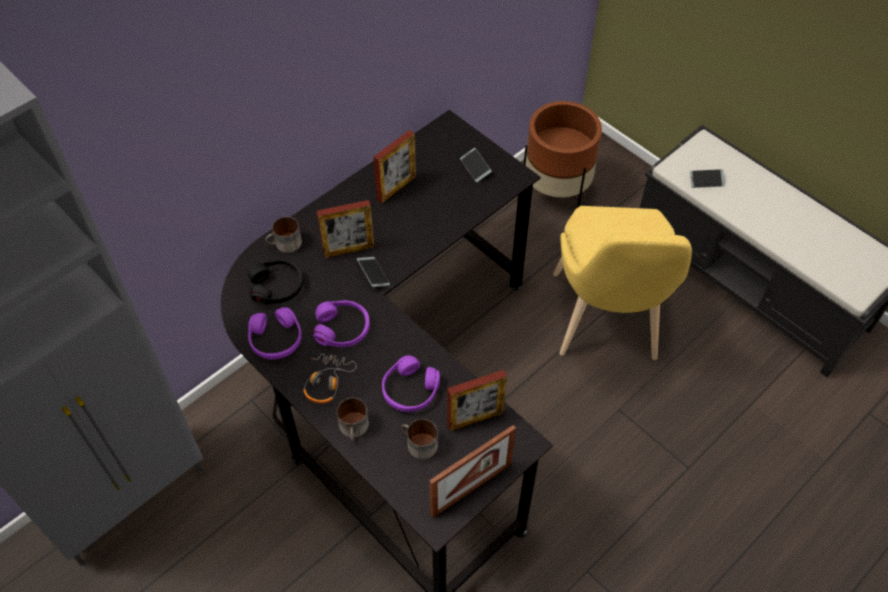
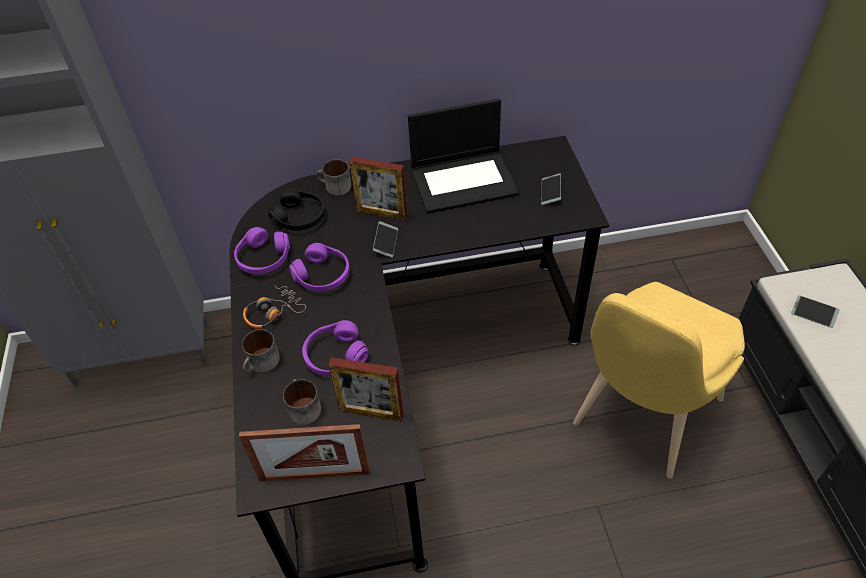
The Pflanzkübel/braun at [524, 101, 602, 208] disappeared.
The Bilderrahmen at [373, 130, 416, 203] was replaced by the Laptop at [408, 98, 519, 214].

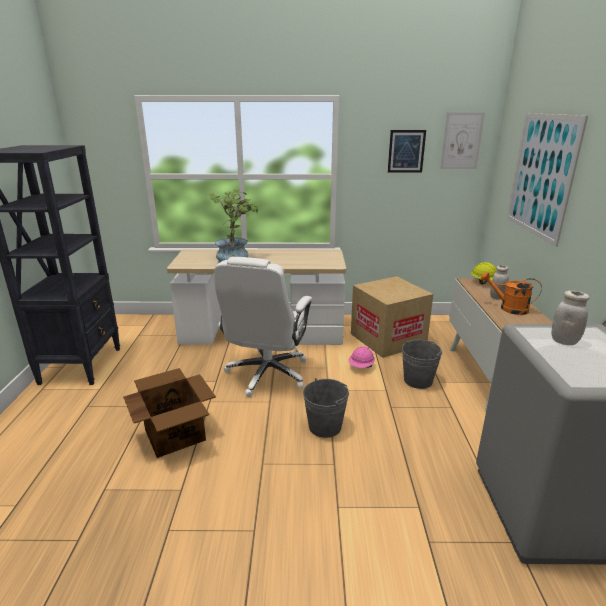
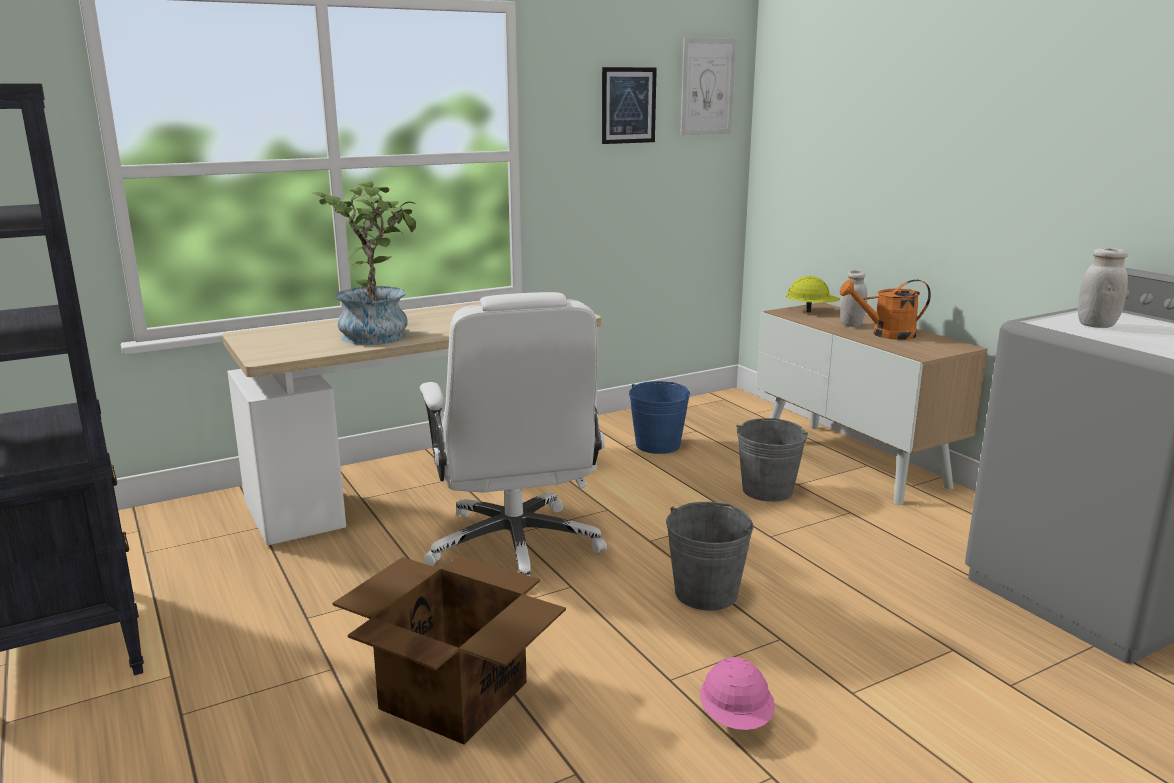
The Bild at [507, 113, 588, 247] disappeared.
The Karton at [351, 276, 433, 358] was replaced by the Eimer/blau at [629, 381, 690, 454].
The Schutzhelm/rosa moved from [349, 346, 375, 368] to [700, 657, 775, 730].

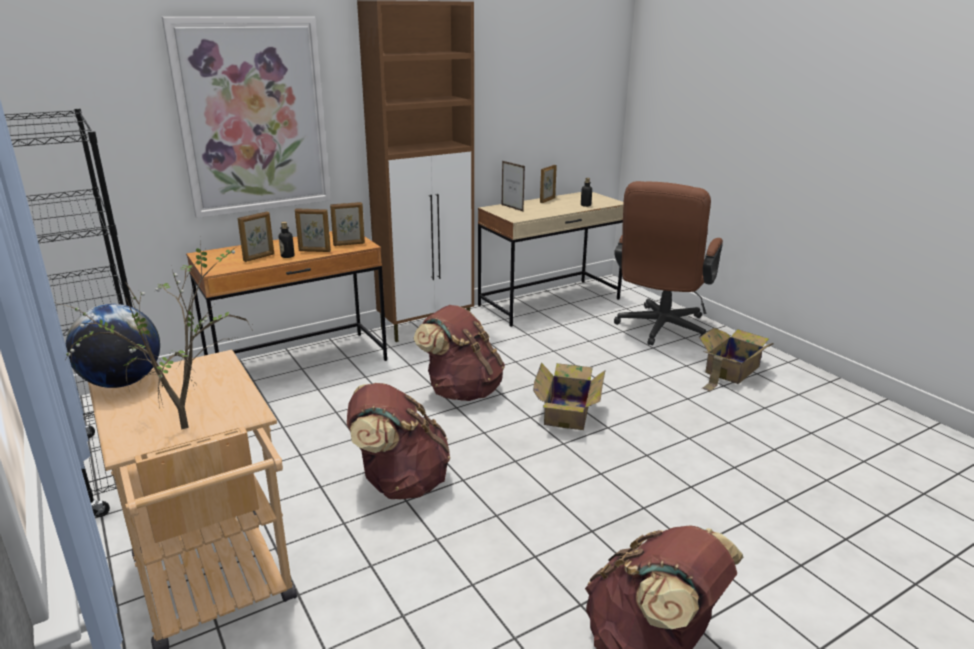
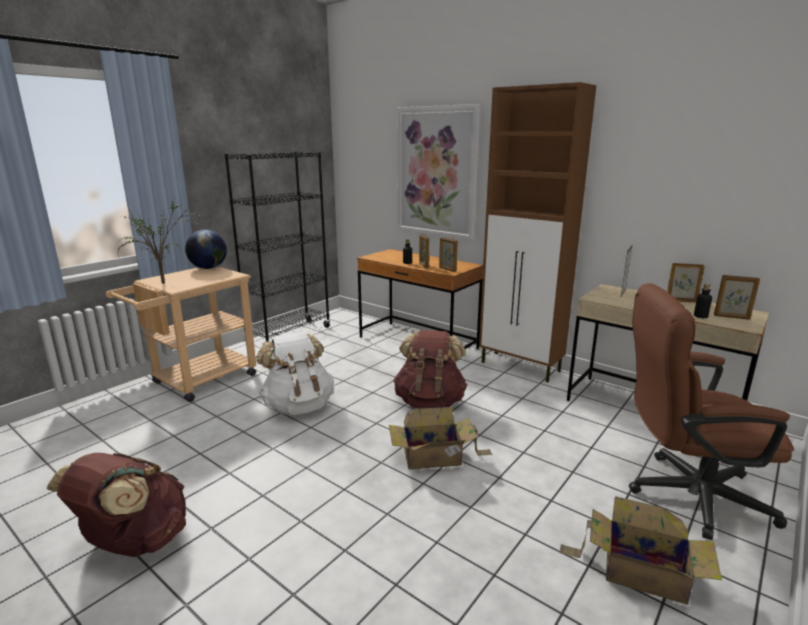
The Bilderrahmen moved from [238, 211, 274, 262] to [714, 275, 760, 320].
The Rucksack/braun at [347, 383, 450, 499] became the Rucksack/weiß at [256, 332, 335, 415].

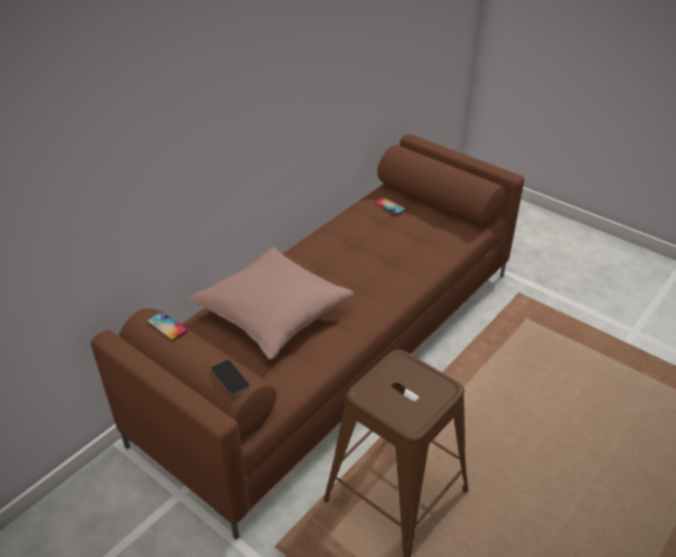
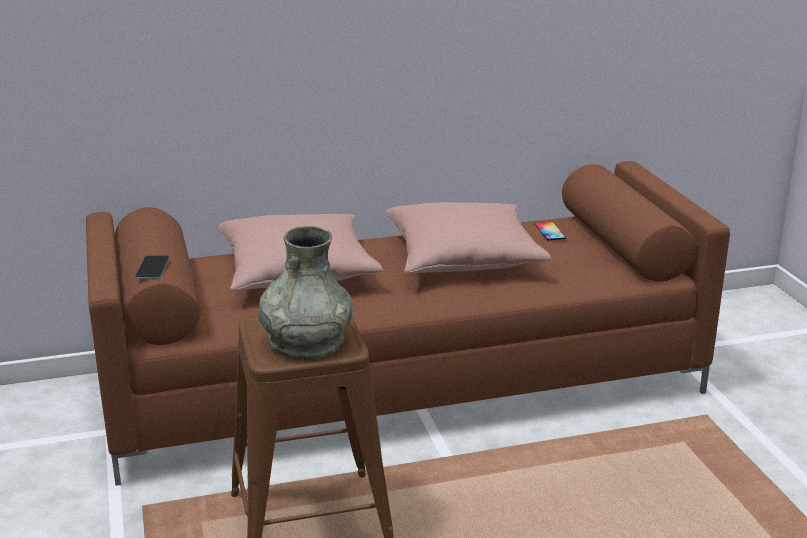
The Handy at [147, 312, 187, 341] disappeared.
The Kissen/rosa at [386, 202, 551, 274] appeared.
The Vase/grau at [258, 226, 353, 360] appeared.

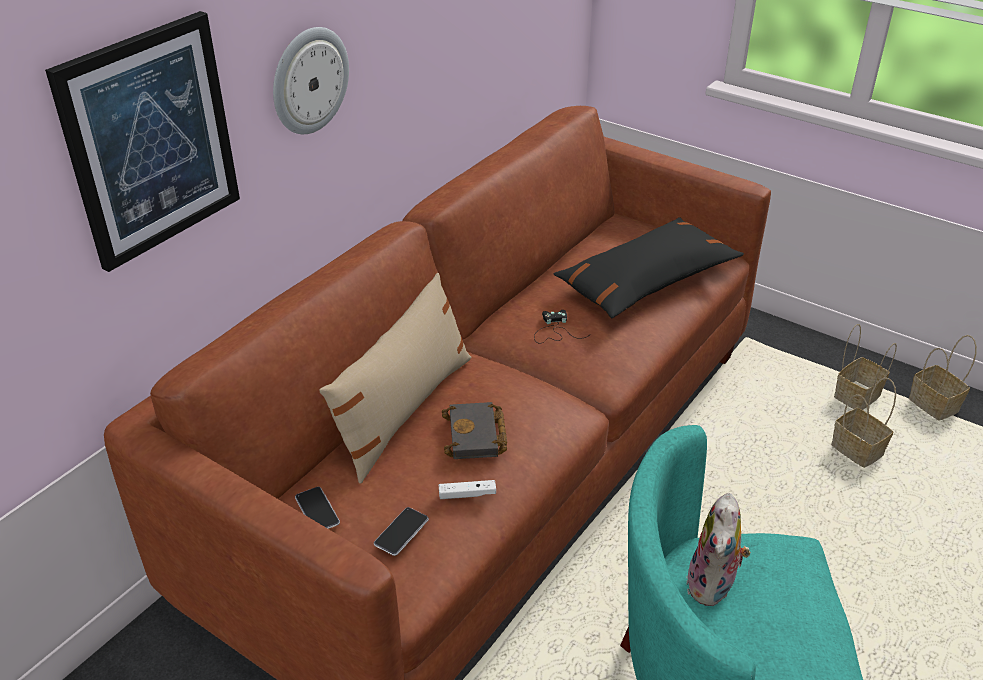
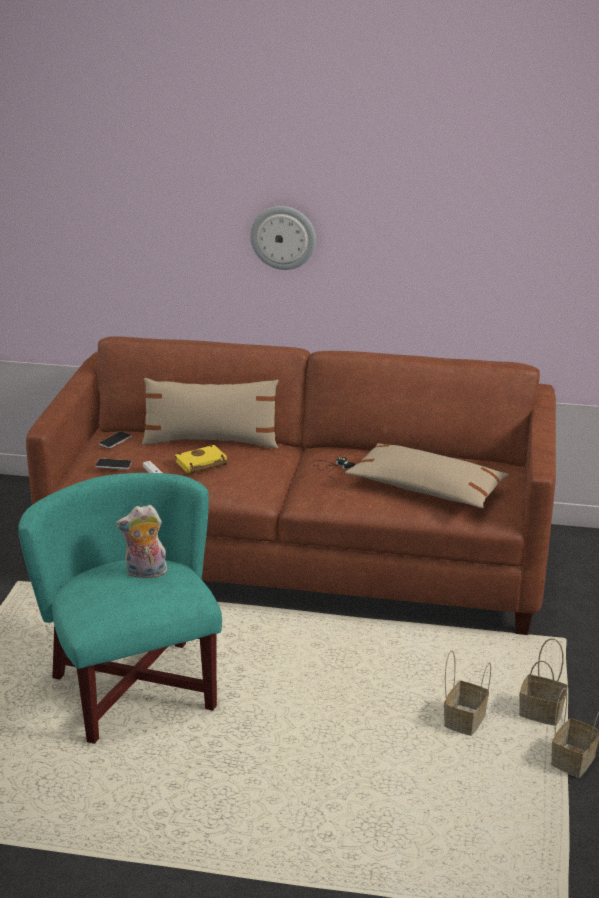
The Bild at [45, 11, 240, 272] disappeared.
The Kissen/schwarz at [554, 217, 744, 318] became the Kissen/beige at [345, 443, 509, 508].
The Buch/schwarz at [442, 402, 507, 459] became the Buch/gelb at [175, 444, 228, 474].

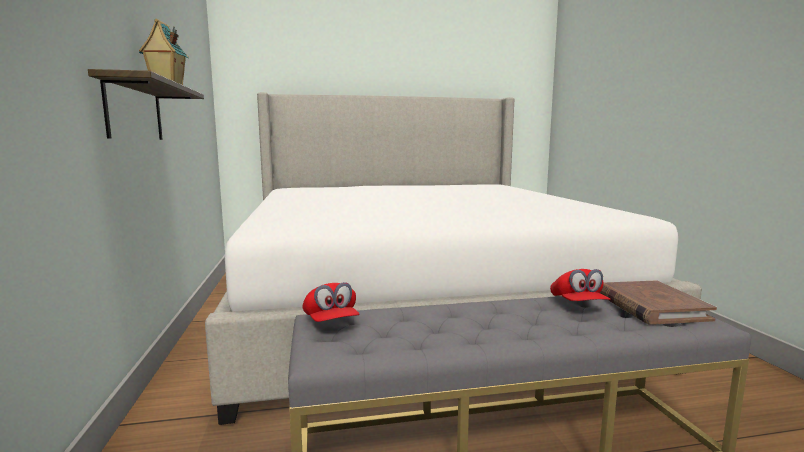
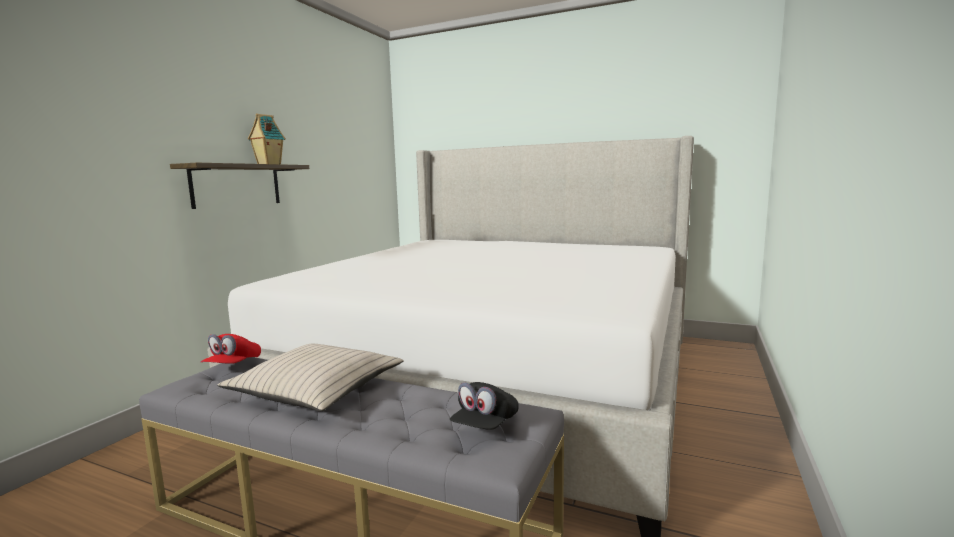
The Kappe/rot at [550, 269, 611, 301] disappeared.
The Buch/braun at [600, 280, 717, 325] was replaced by the Kappe/schwarz at [450, 382, 519, 430].
The Kissen/beige at [217, 344, 403, 411] appeared.

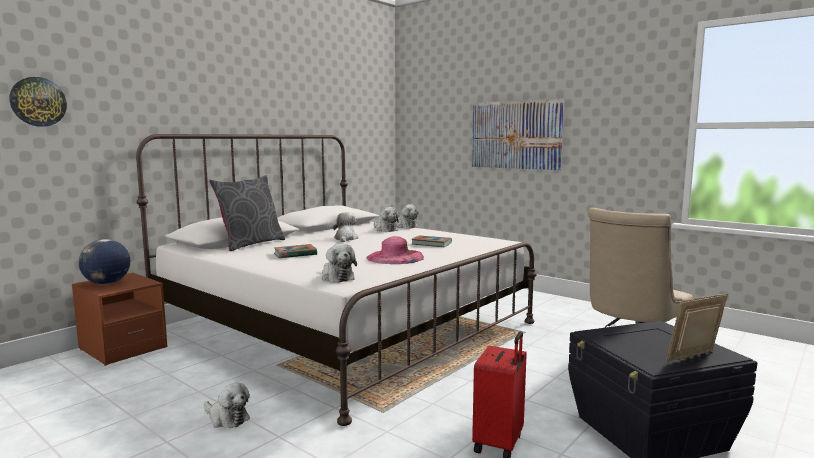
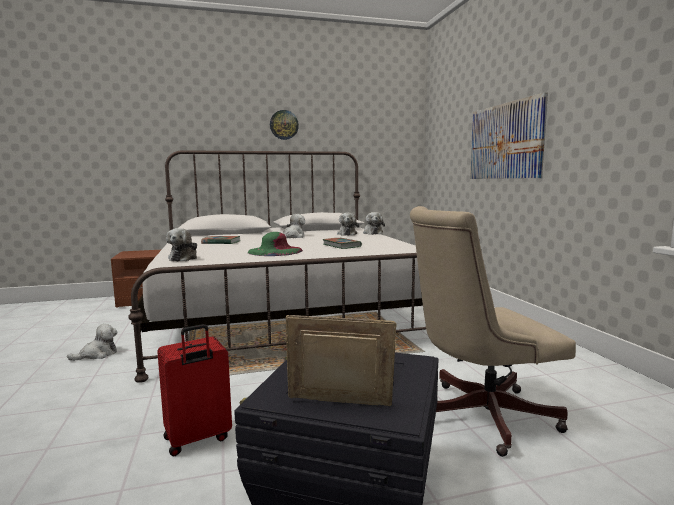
The Wanduhr moved from [9, 77, 67, 127] to [270, 110, 299, 140].
The Kissen/grau at [209, 175, 285, 251] disappeared.
The Hut/rosa at [366, 236, 424, 264] became the Hut/grün at [248, 232, 303, 256].
The Globus at [79, 239, 130, 285] disappeared.
The Plüschtier at [204, 383, 250, 428] turned 105 degrees counterclockwise.

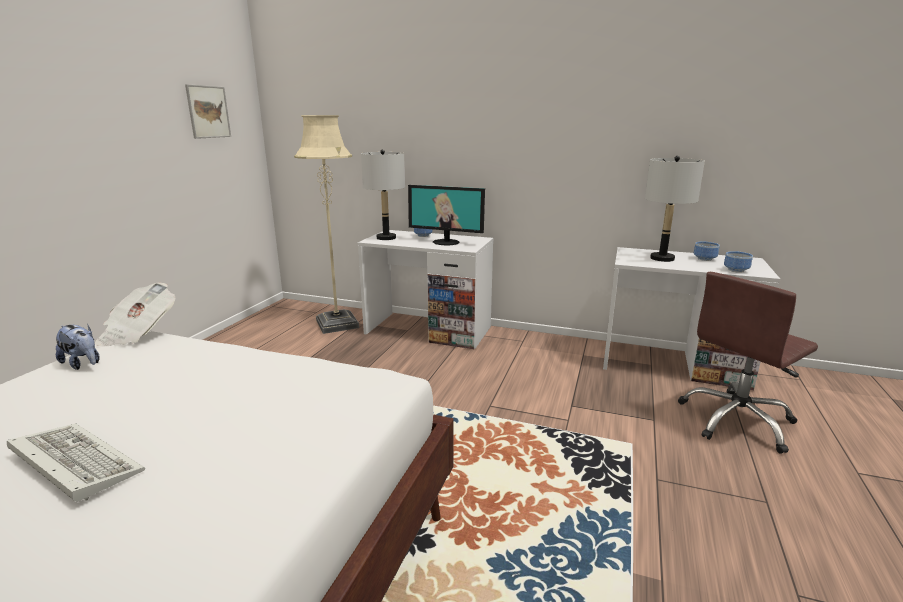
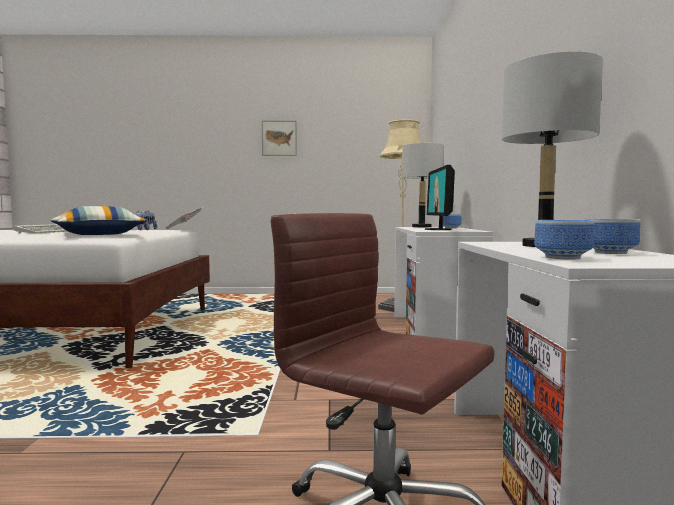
The Bild moved from [185, 84, 231, 139] to [262, 120, 297, 156].
The Kissen at [50, 206, 147, 235] appeared.

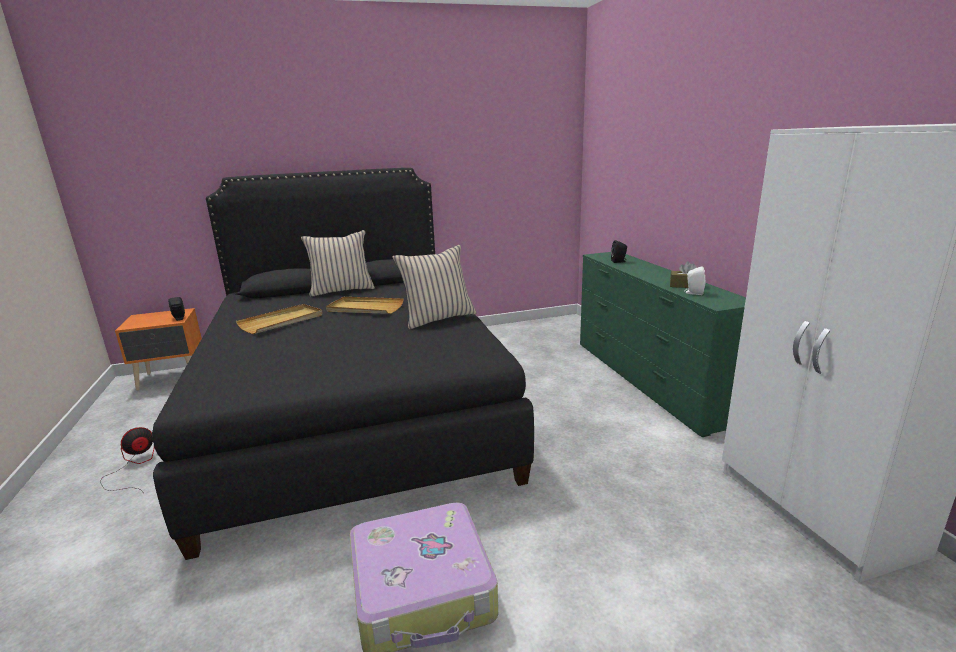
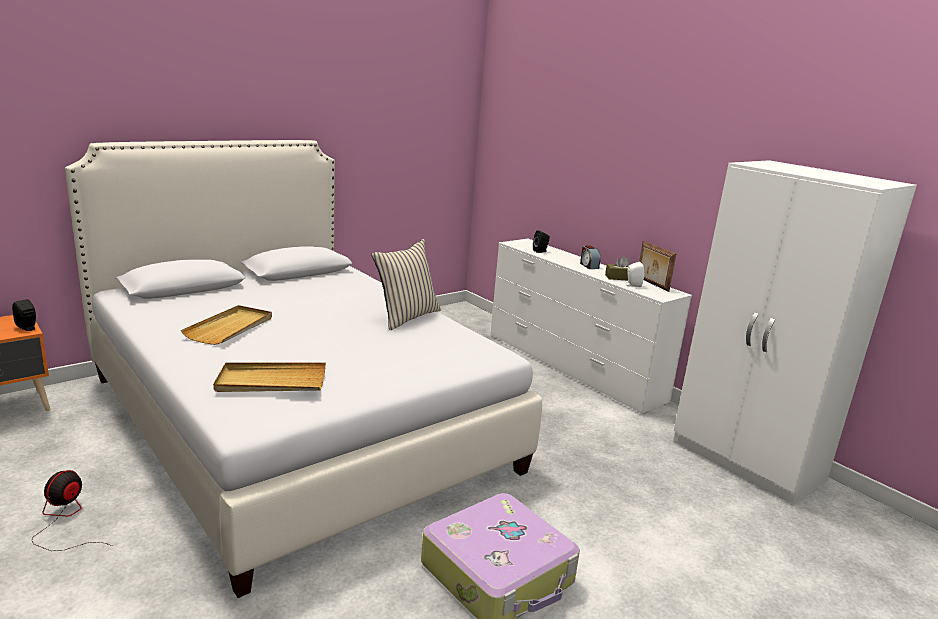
The Bett/schwarz at [152, 168, 534, 560] became the Bett/weiß at [65, 140, 542, 598].
The Kissen/beige at [301, 230, 375, 297] disappeared.
The Kommode/grün at [580, 252, 746, 437] became the Kommode/weiß at [490, 239, 692, 415].
The Tablett/beige moved from [326, 297, 404, 314] to [213, 362, 326, 392].
The Bilderrahmen at [639, 241, 676, 292] appeared.
The Wecker at [580, 245, 601, 269] appeared.

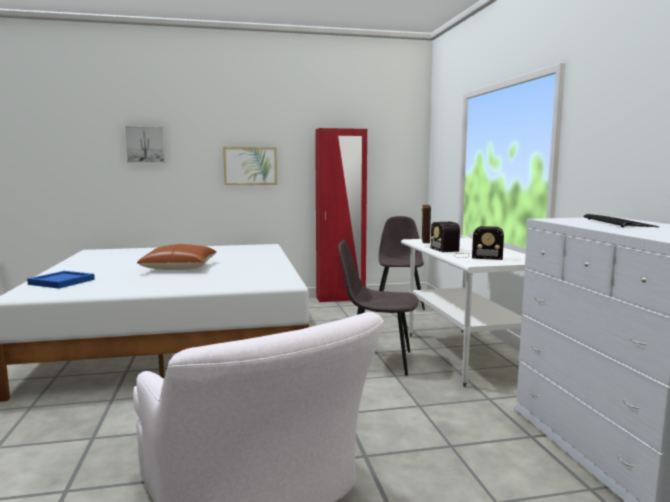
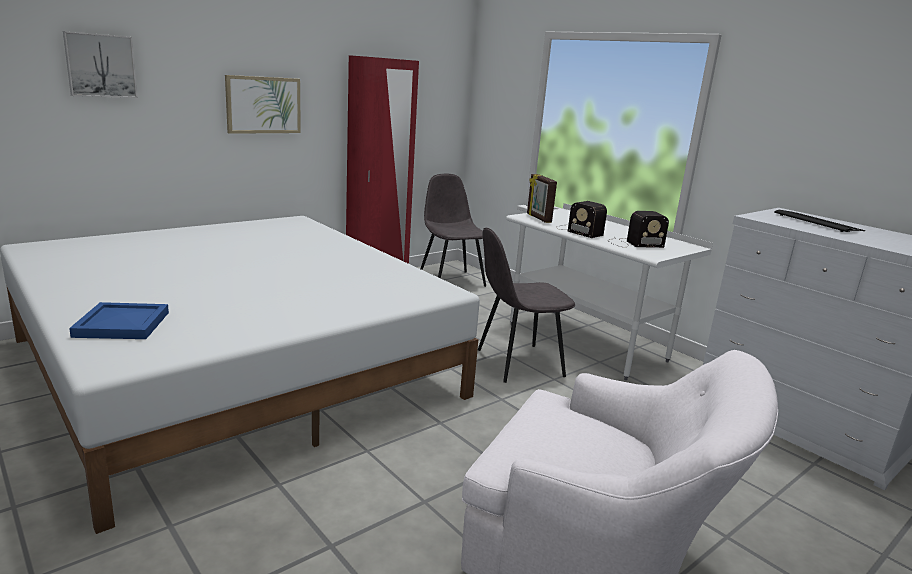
The Kissen/braun at [137, 244, 216, 270] disappeared.

